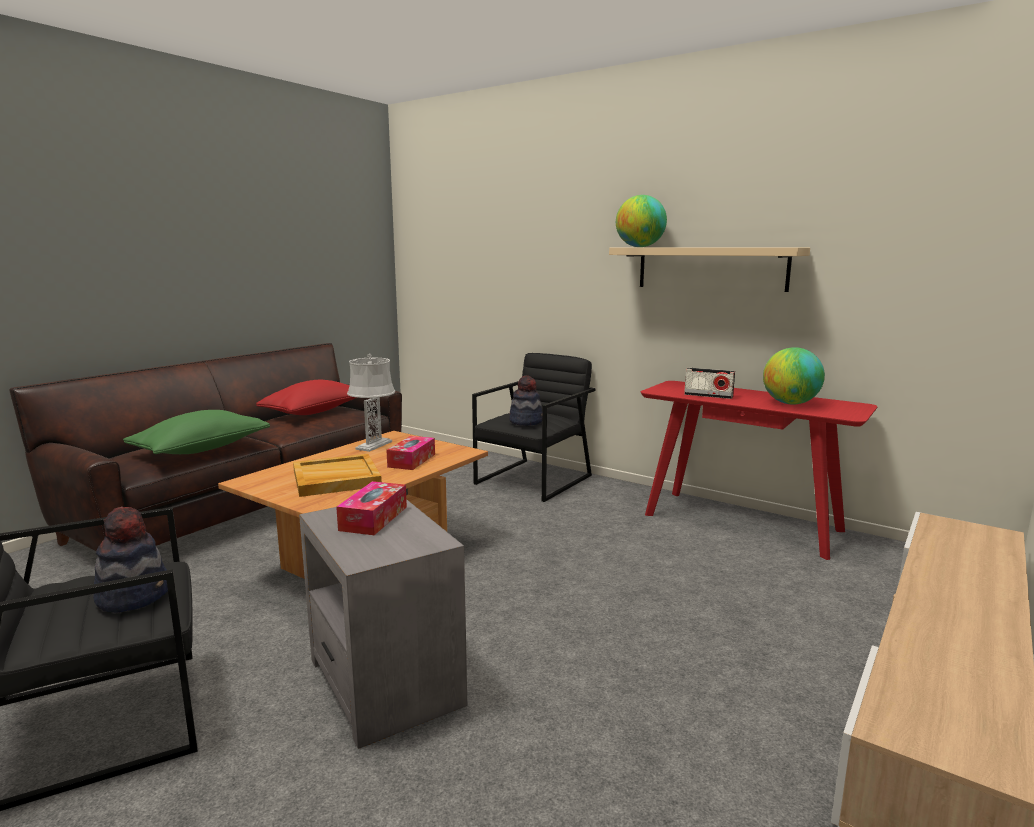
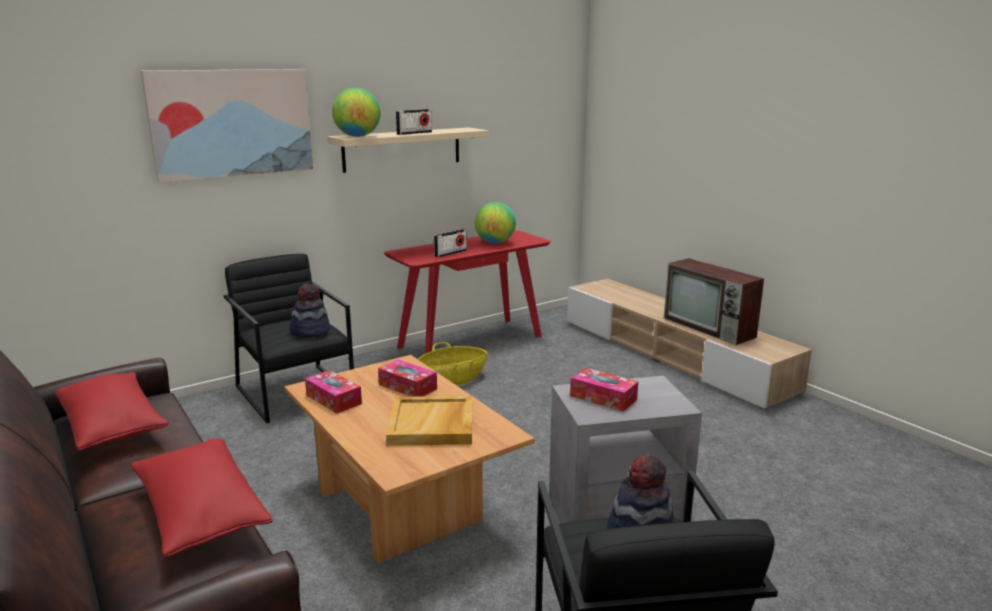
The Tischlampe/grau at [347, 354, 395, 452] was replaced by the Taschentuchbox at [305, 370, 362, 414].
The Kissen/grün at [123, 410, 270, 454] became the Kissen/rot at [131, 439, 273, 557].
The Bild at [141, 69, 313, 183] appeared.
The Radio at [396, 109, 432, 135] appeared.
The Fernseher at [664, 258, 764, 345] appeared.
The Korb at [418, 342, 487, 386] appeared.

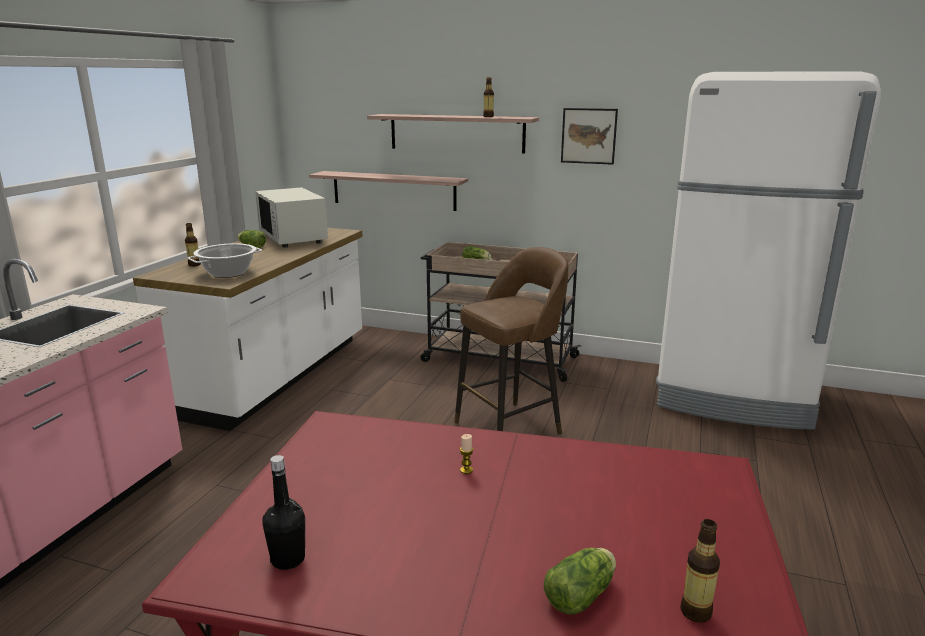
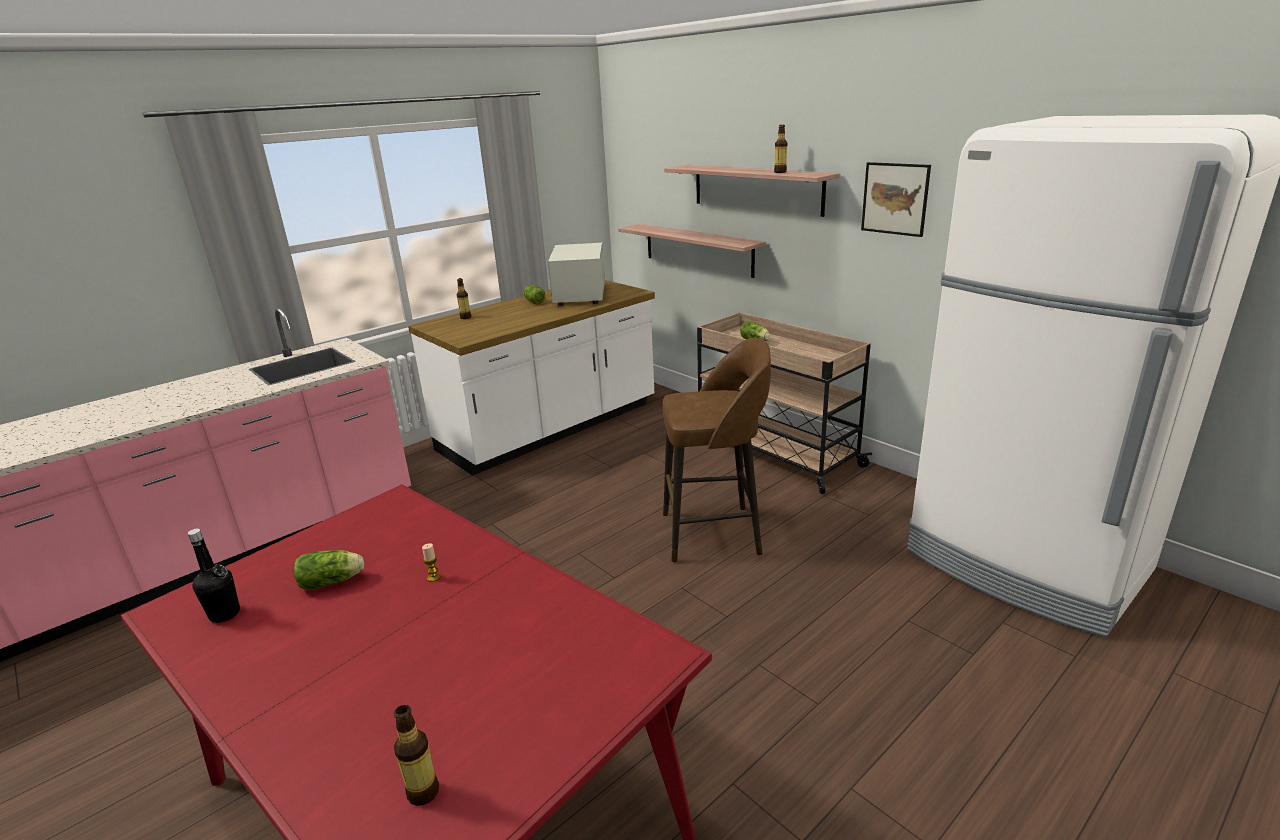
The Kochtopf at [188, 243, 262, 278] disappeared.
The Salatkopf moved from [544, 548, 616, 614] to [294, 550, 364, 590].

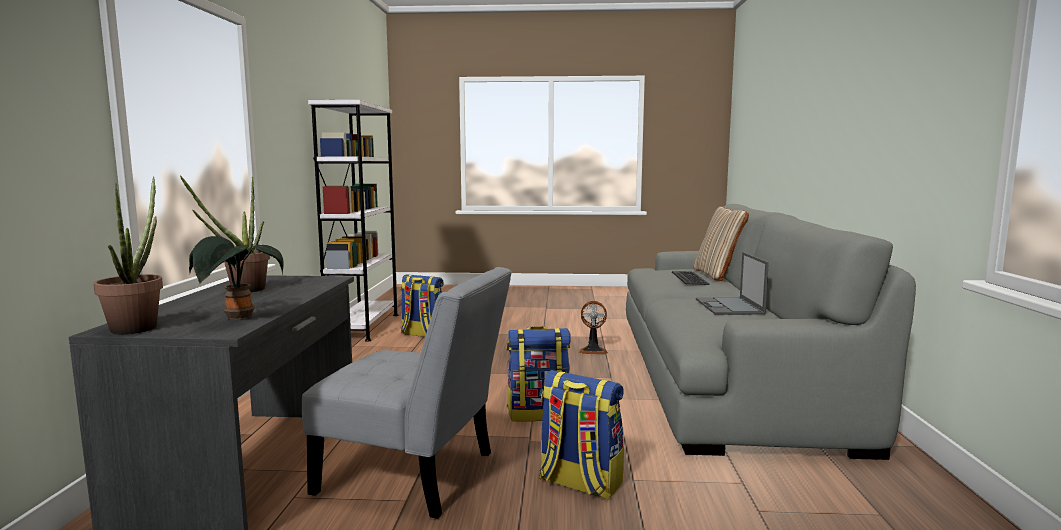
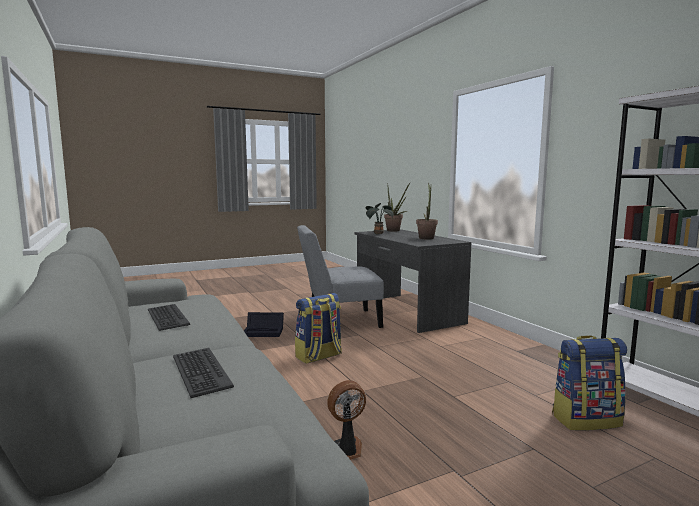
The Kissen/beige at [693, 206, 749, 281] disappeared.
The Laptop at [696, 252, 769, 315] was replaced by the Tastatur at [148, 304, 190, 331].
The Rucksack at [539, 370, 624, 500] was replaced by the Aufbewahrungsbox/schwarz at [244, 312, 284, 337].

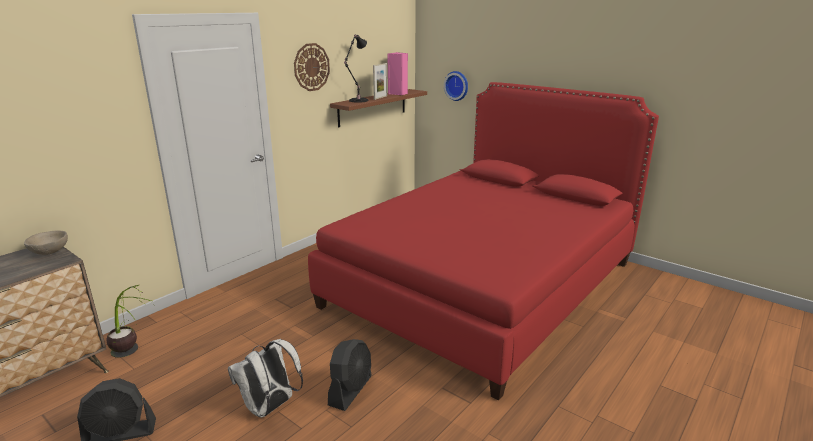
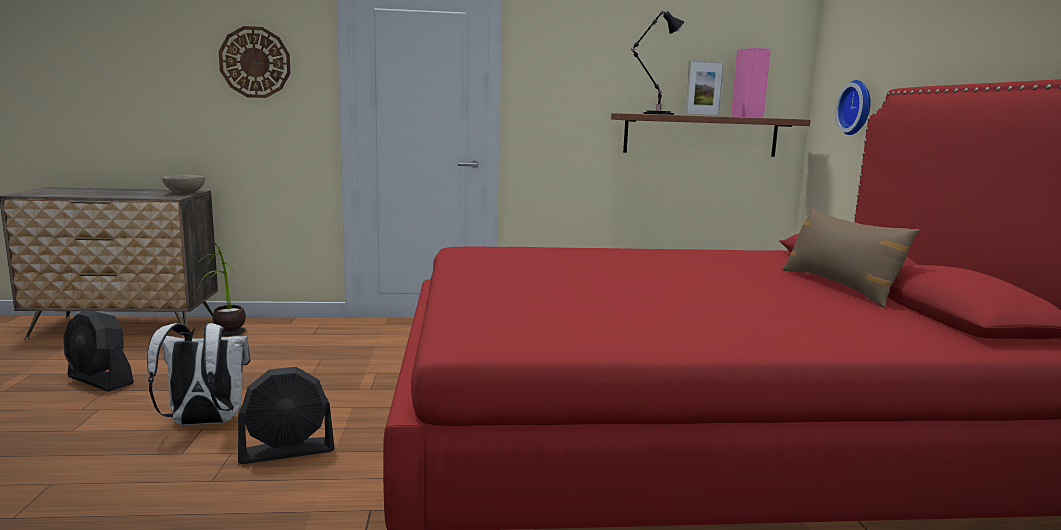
The Wanduhr moved from [294, 43, 330, 91] to [219, 26, 291, 98].
The Kissen/braun at [782, 208, 920, 308] appeared.

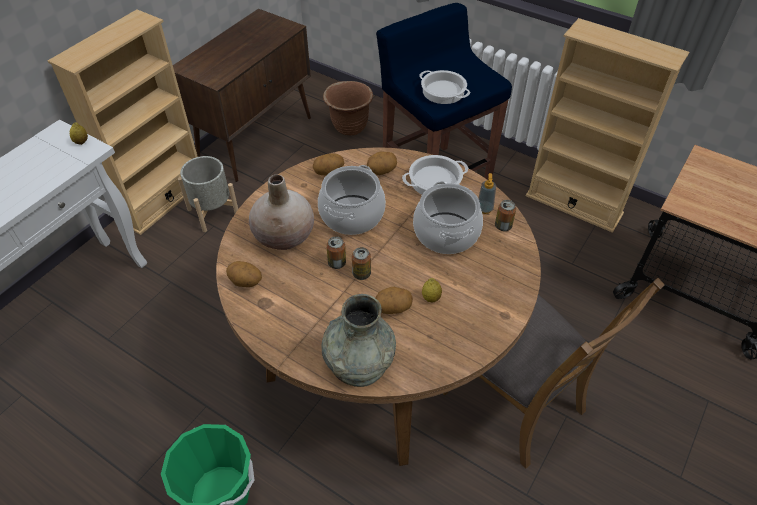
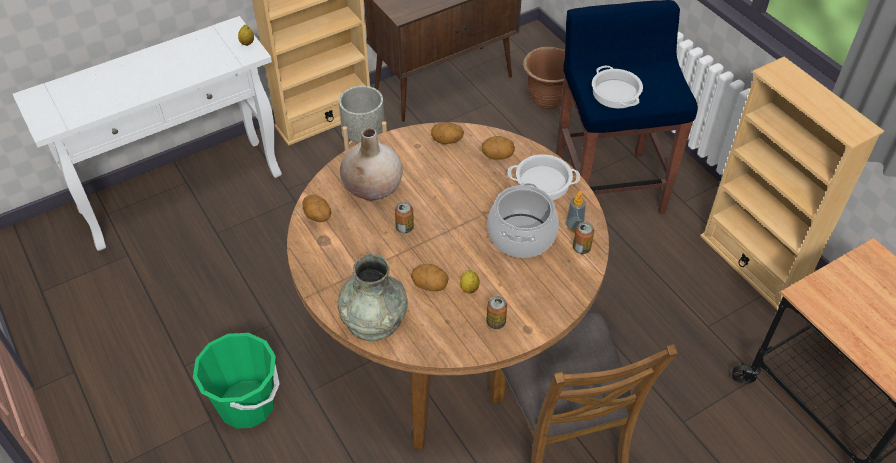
The Kochtopf at [318, 165, 386, 235] disappeared.
The Dose moved from [352, 247, 371, 280] to [486, 296, 507, 329].

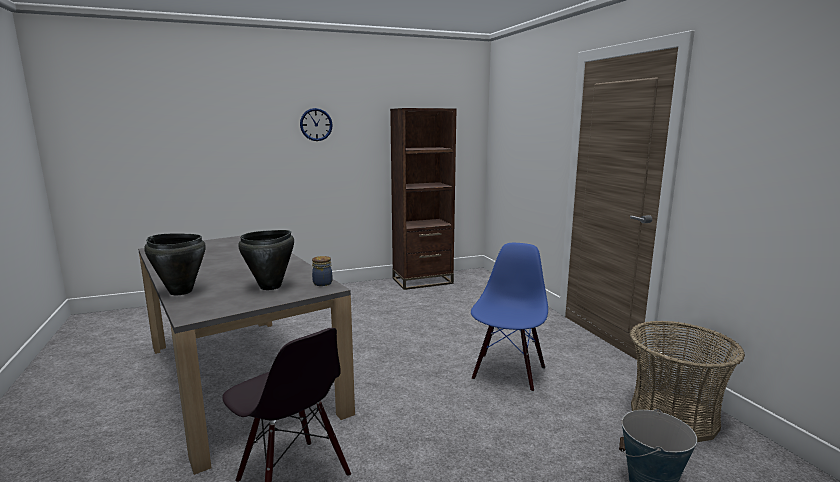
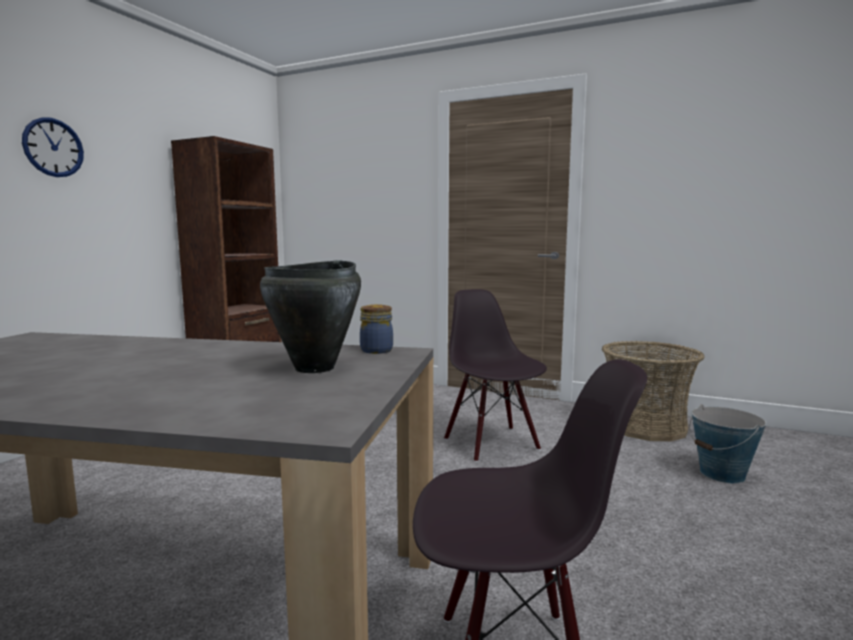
The Kochtopf/schwarz at [144, 234, 206, 295] disappeared.
The Stuhl/blau at [471, 243, 548, 392] became the Stuhl/schwarz at [444, 289, 547, 462].

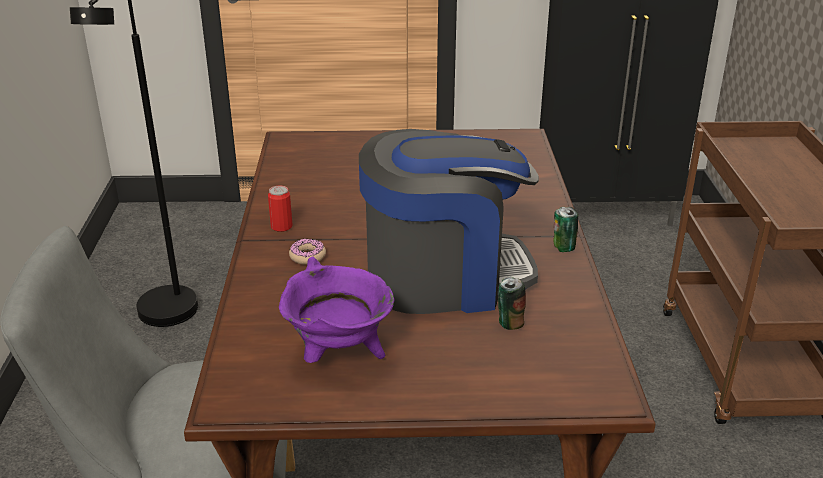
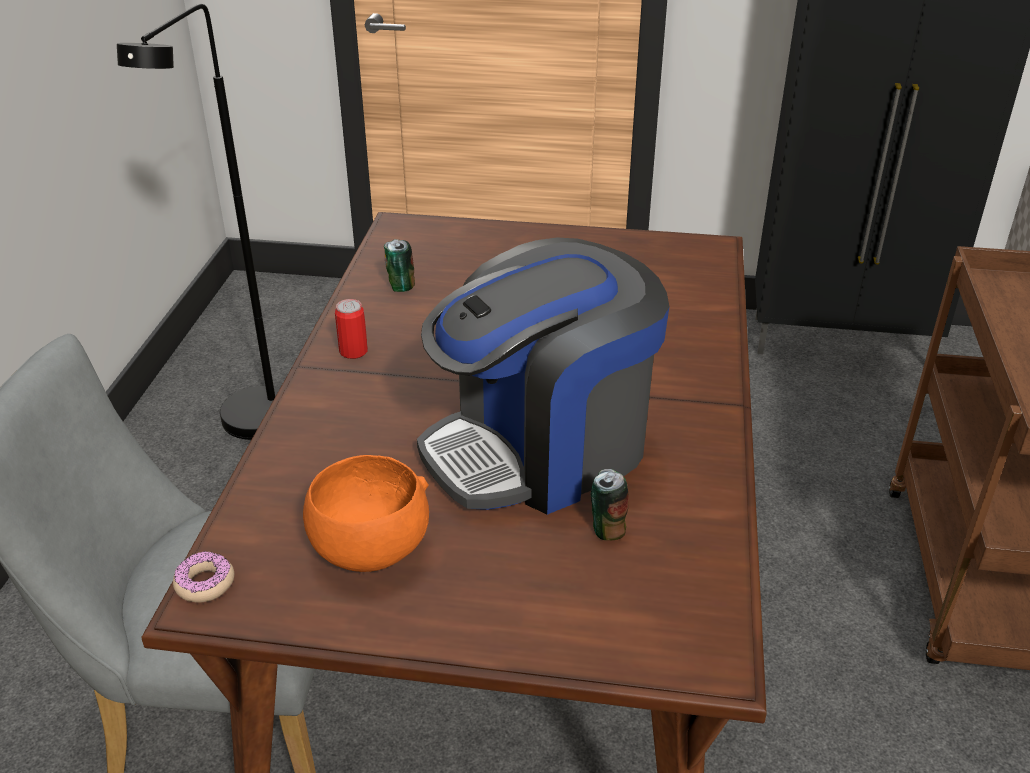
The Kaffeemaschine at [359, 129, 539, 314] turned 150 degrees clockwise.
The Dose moved from [553, 207, 578, 252] to [384, 239, 415, 292].
The Donut moved from [289, 239, 326, 265] to [173, 551, 234, 603].
The Kochtopf/lila at [279, 256, 395, 363] was replaced by the Schüssel/orange at [303, 455, 429, 572].

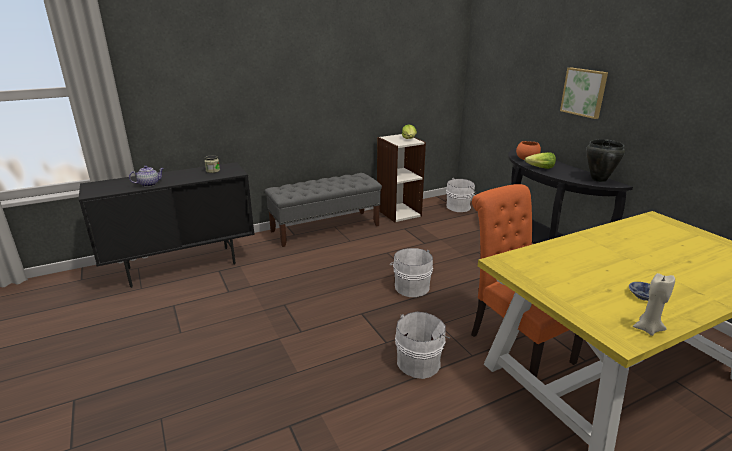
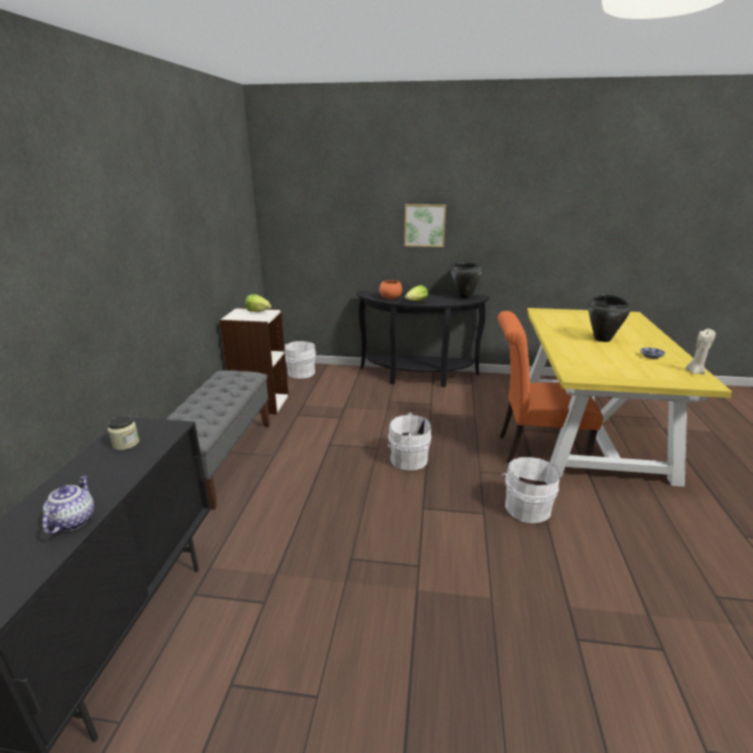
The Kochtopf/schwarz at [588, 294, 630, 342] appeared.

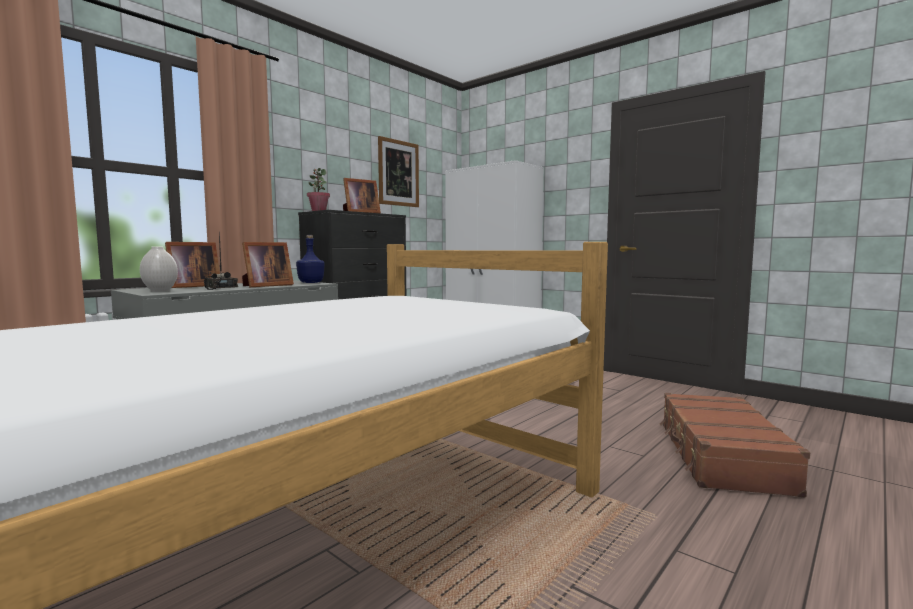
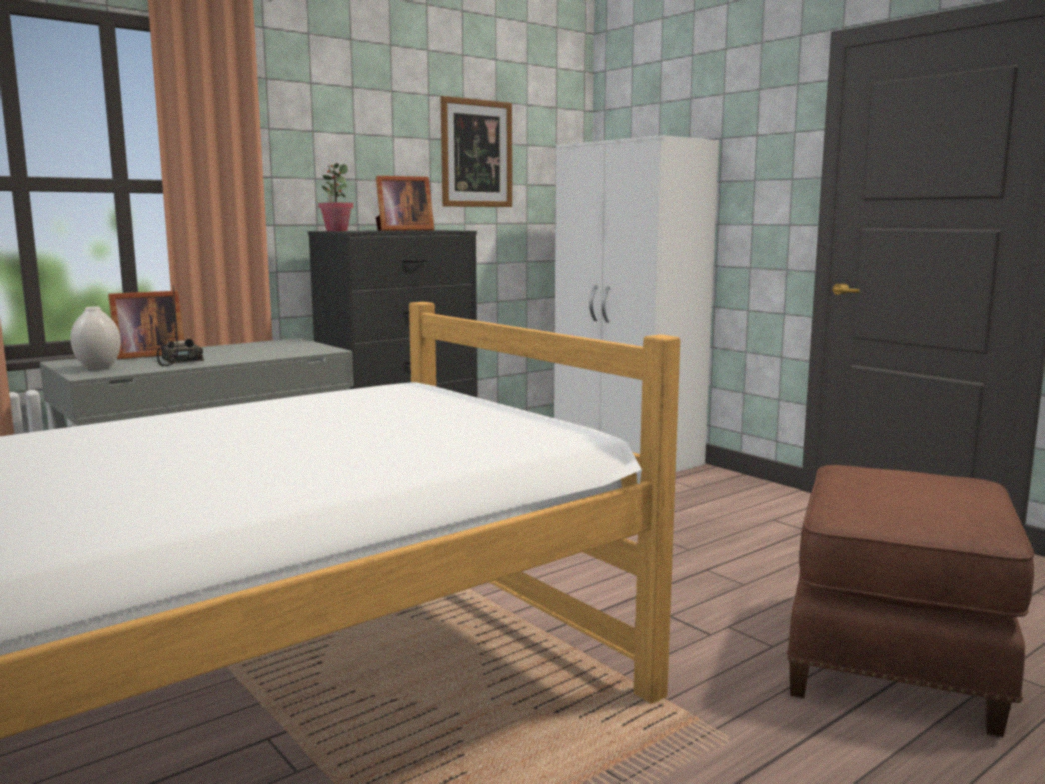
The Flasche/blau at [296, 235, 325, 283] disappeared.
The Bilderrahmen at [242, 242, 294, 287] disappeared.
The Koffer/braun at [660, 393, 810, 498] was replaced by the Polsterhocker/braun at [787, 465, 1034, 737].

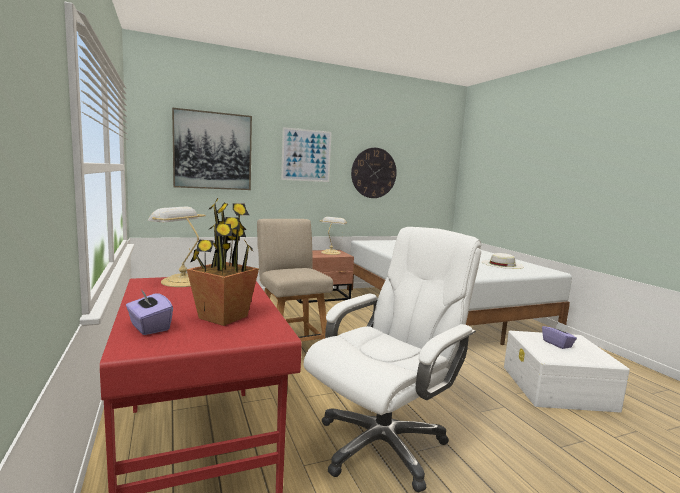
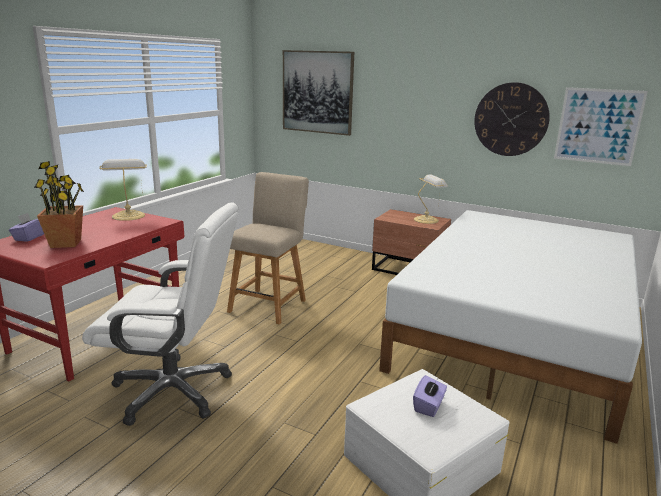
The Bild moved from [281, 127, 332, 182] to [554, 87, 648, 166].
The Hut/weiß at [482, 253, 524, 269] disappeared.

